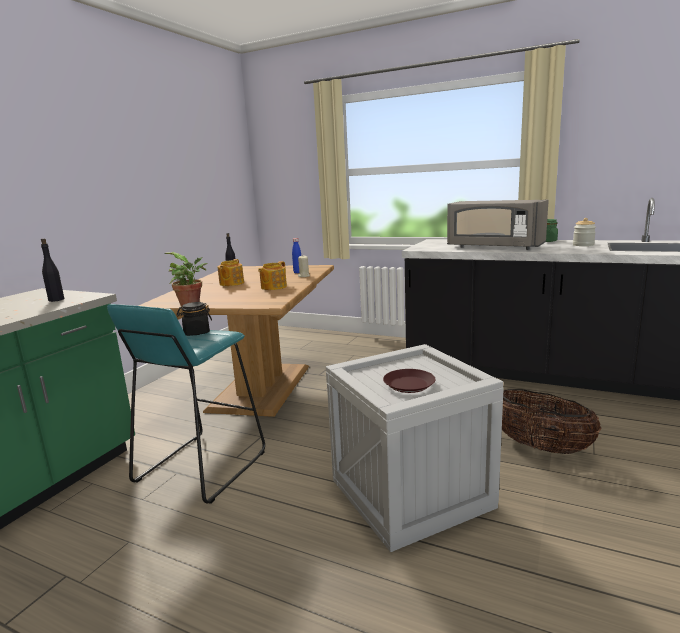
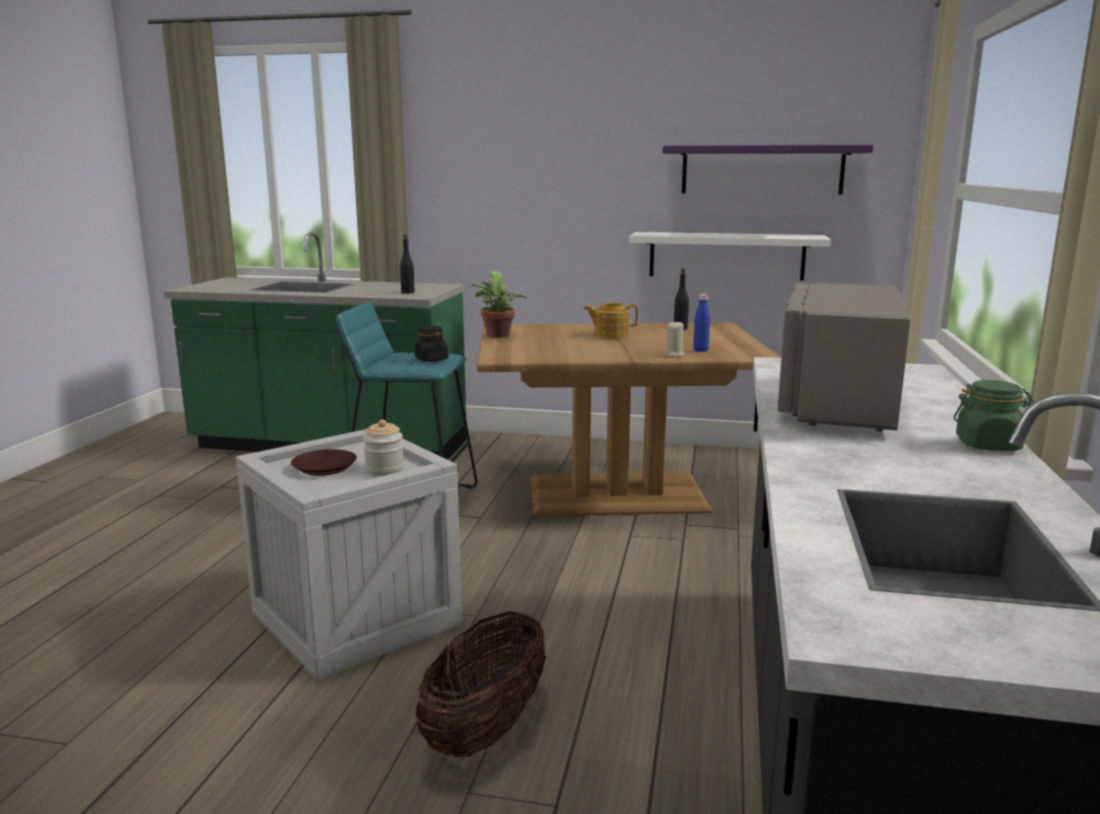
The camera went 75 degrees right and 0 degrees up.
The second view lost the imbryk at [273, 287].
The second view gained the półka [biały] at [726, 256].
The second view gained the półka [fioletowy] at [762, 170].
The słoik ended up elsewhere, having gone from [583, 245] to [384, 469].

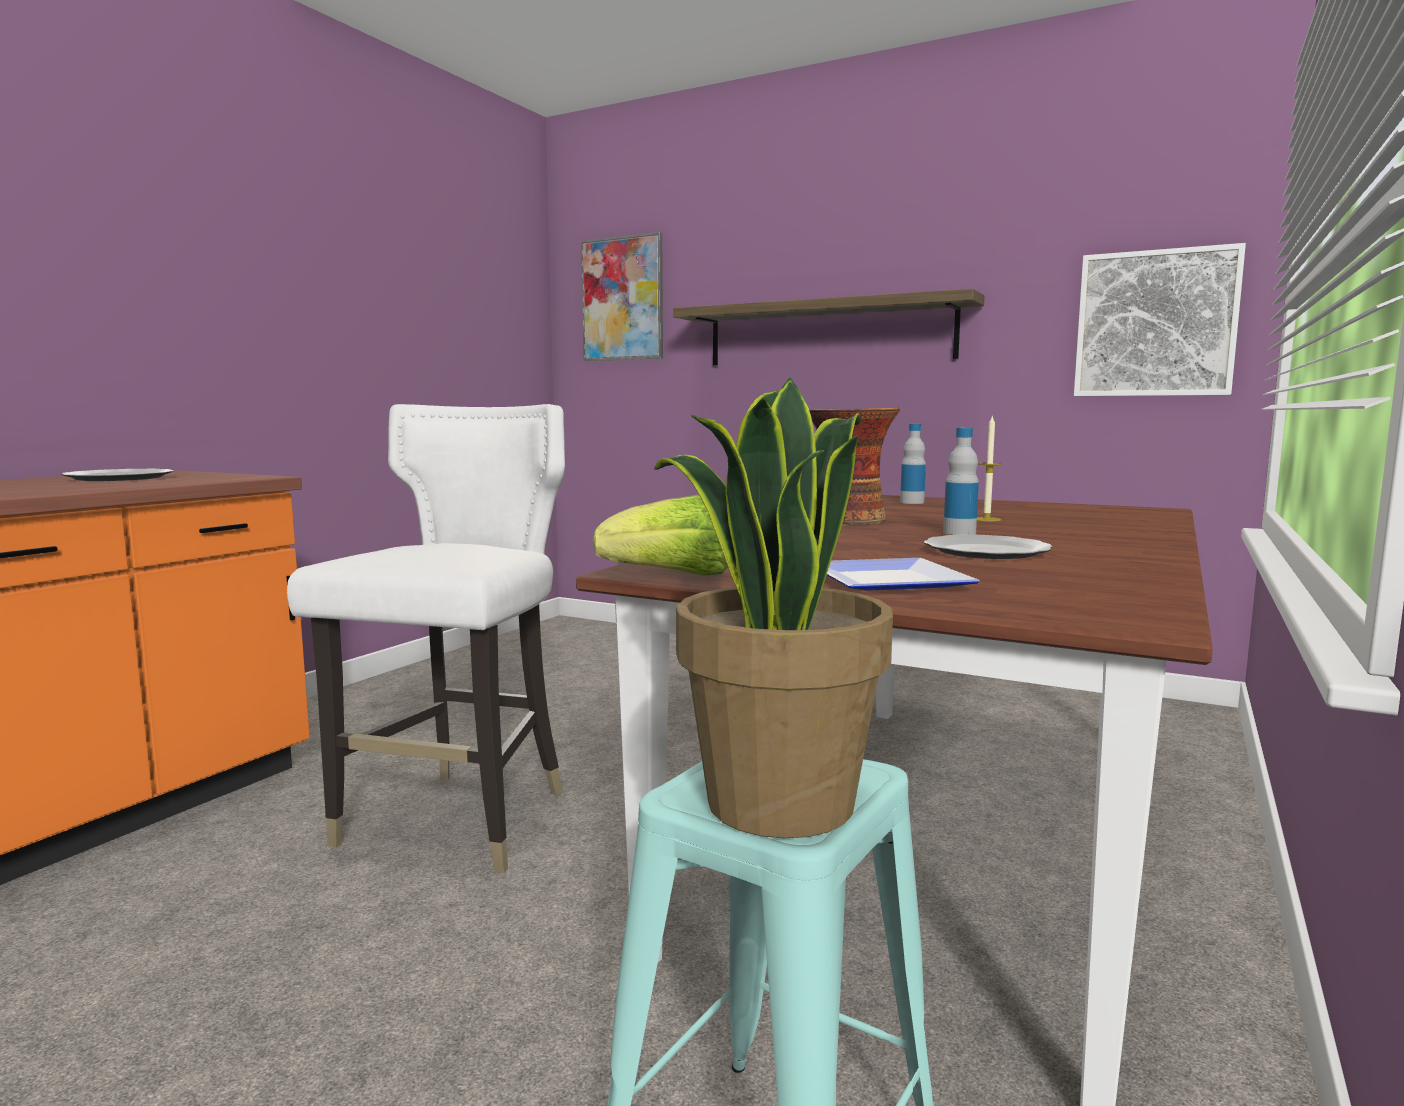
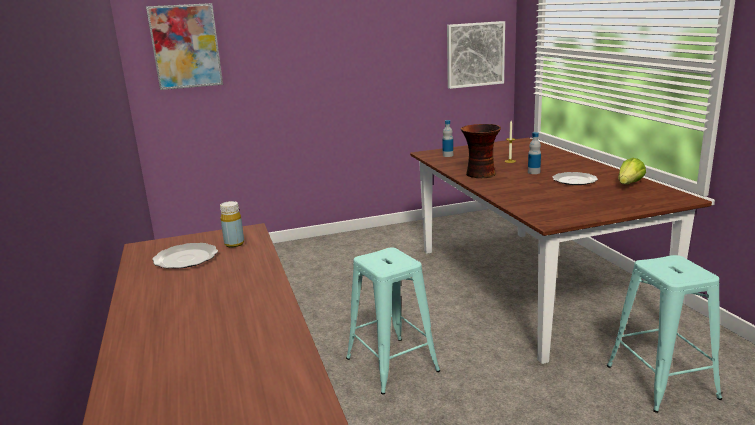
The camera went 45 degrees left and 10 degrees up.
The second view lost the roślina doniczkowa at [777, 803].
The second view lost the półka at [828, 333].
The second view lost the talerz at [882, 580].
The second view gained the butelka [żółty] at [234, 244].
The sałata ended up elsewhere, having gone from [673, 576] to [629, 184].
Where the krzesło [biały] stood at [459, 822], the stołek [turkusowy] came to stand at [392, 364].

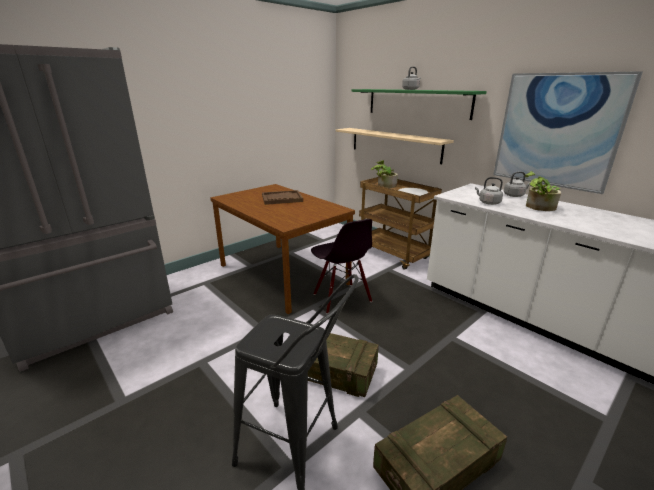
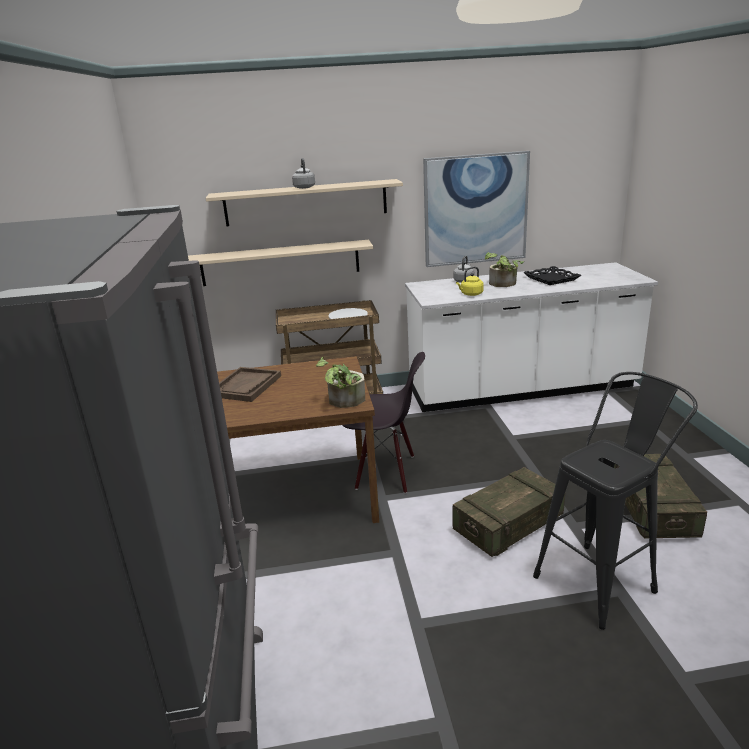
The camera went 55 degrees left and 0 degrees up.
The second view gained the taca [czarny] at [551, 279].
The roślina doniczkowa ended up elsewhere, having gone from [384, 185] to [343, 401].
What was the półka [zielony] at [417, 103] turned into the półka [beżowy] at [306, 202].
What was the czajnik [szary] at [488, 203] turned into the czajnik [żółty] at [470, 294].

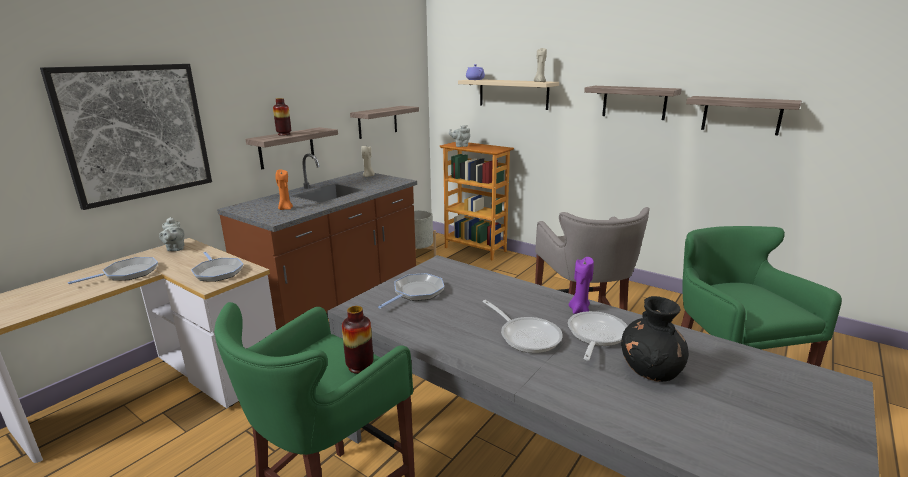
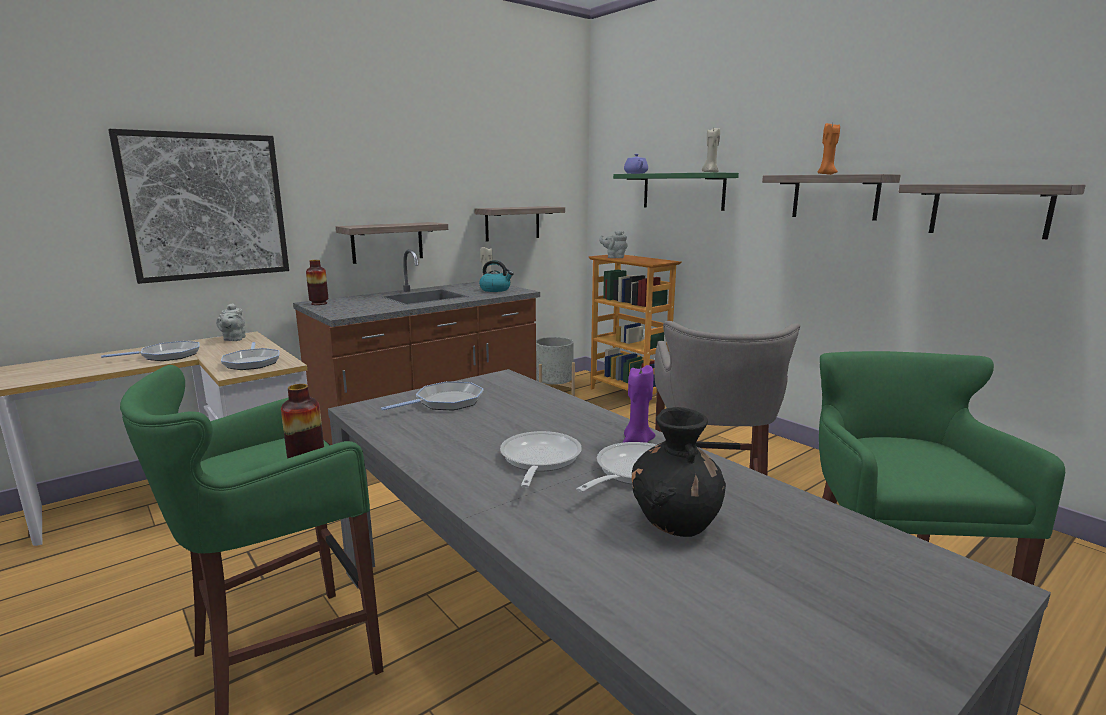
The camera went 15 degrees right and 5 degrees down.
The second view gained the czajnik at [495, 290].
The wazon ended up elsewhere, having gone from [284, 134] to [319, 303].
The świeca [pomarańczowy] ended up elsewhere, having gone from [285, 208] to [826, 174].
What was the półka [beżowy] at [513, 94] turned into the półka [zielony] at [683, 191].
The patelnia at [526, 336] ended up facing another way, 150 degrees counterclockwise from before.

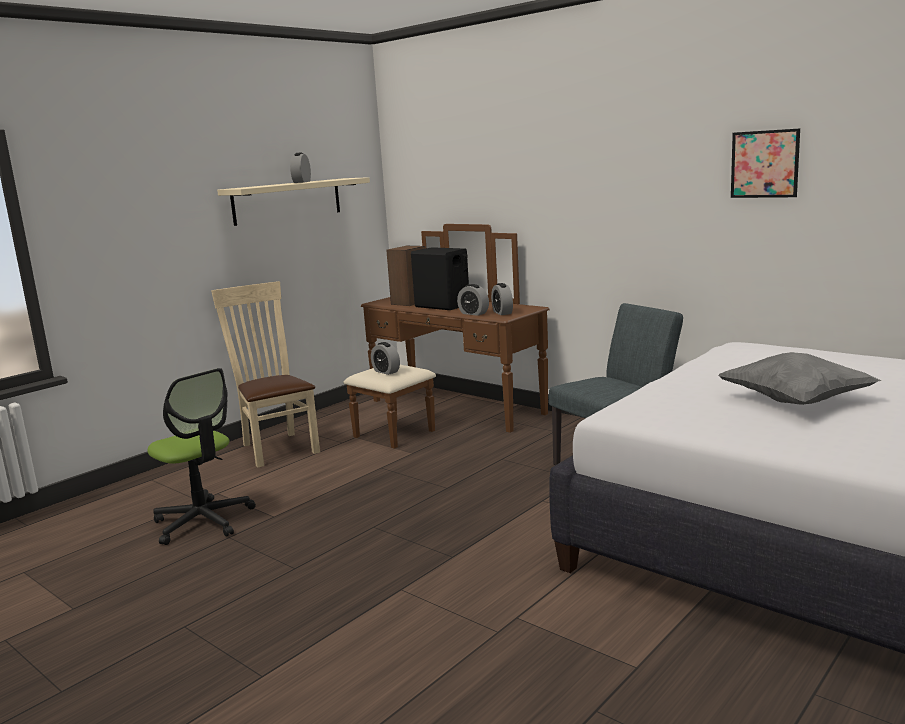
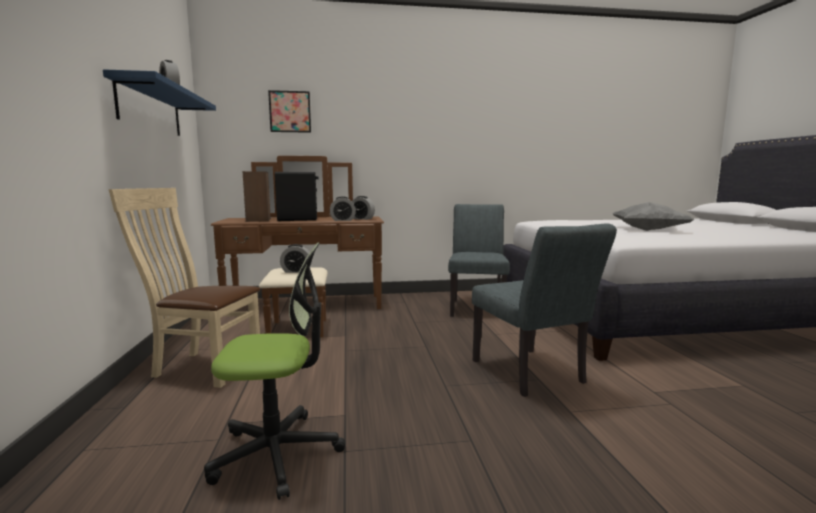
The camera went 50 degrees left and 5 degrees down.
The second view gained the krzesło [szary] at [532, 375].
The obraz ended up elsewhere, having gone from [764, 164] to [290, 111].
What was the półka [beżowy] at [287, 201] turned into the półka [niebieski] at [150, 109].

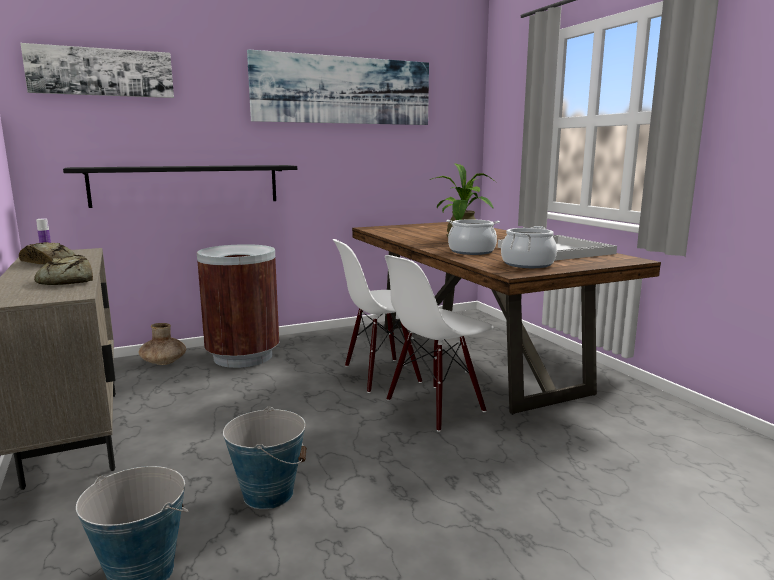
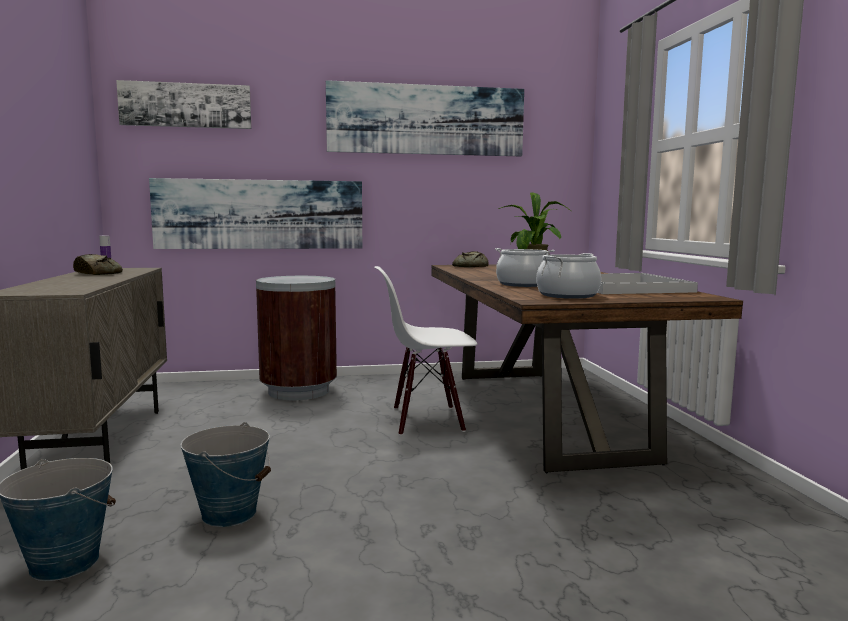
The camera went 15 degrees right and 5 degrees down.
The second view lost the wazon [brązowy] at [164, 362].
The second view lost the krzesło [biały] at [435, 406].
The chleb ended up elsewhere, having gone from [66, 281] to [469, 267].
Where the półka [czarny] hung at [186, 185], the obraz came to hang at [260, 214].

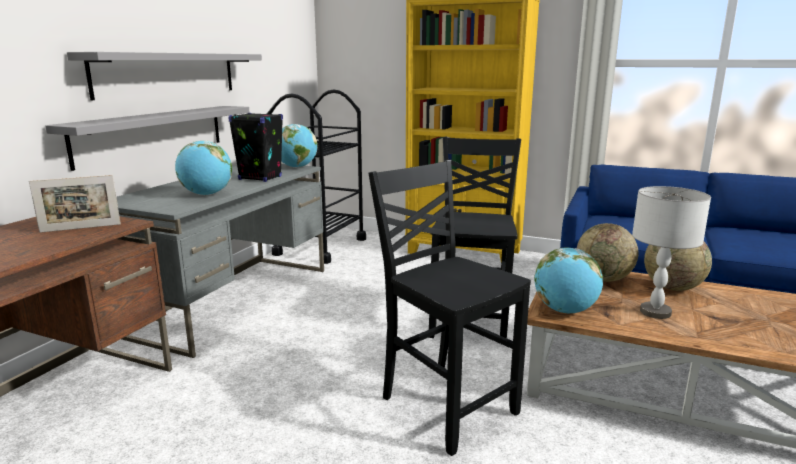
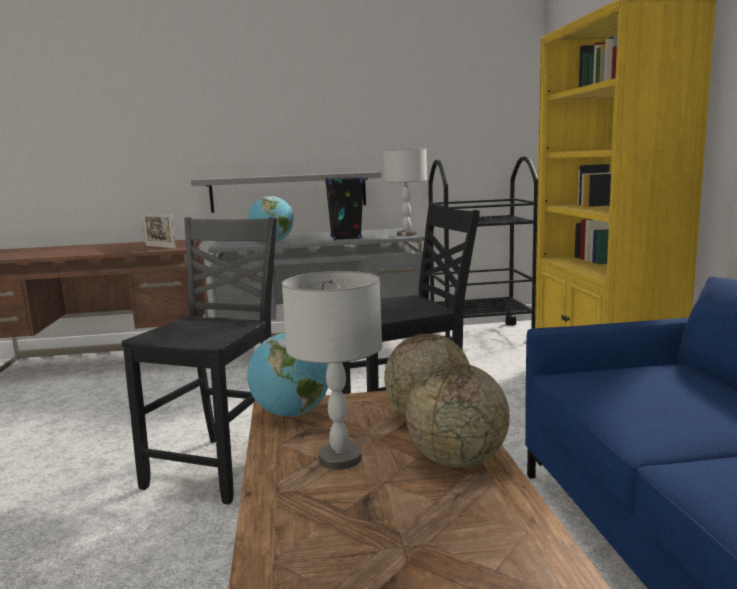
The camera went 60 degrees right and 5 degrees down.
The second view lost the półka [szary] at [168, 74].
Where the globus stood at [296, 167], the lampa stołowa [szary] came to stand at [406, 235].

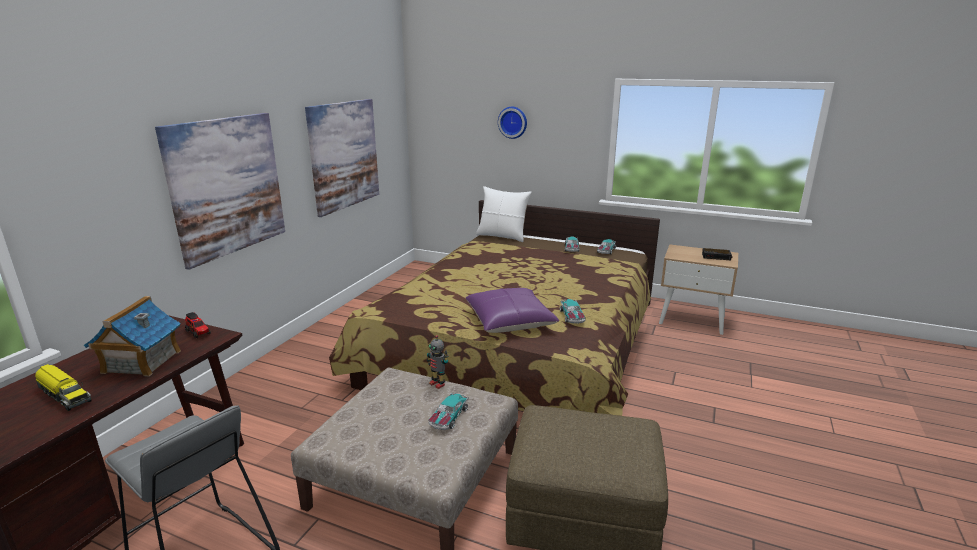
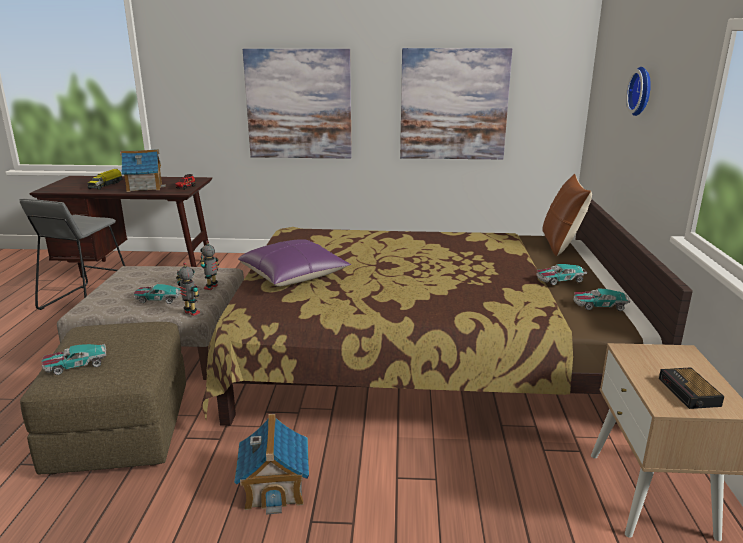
The camera went 70 degrees right and 0 degrees up.
The second view gained the robot zabawkowy at [191, 313].
The second view gained the domek at [275, 487].
The samochodzik ended up elsewhere, having gone from [572, 316] to [76, 365].
What was the poduszka [biały] at [502, 236] turned into the poduszka [brązowy] at [560, 244].

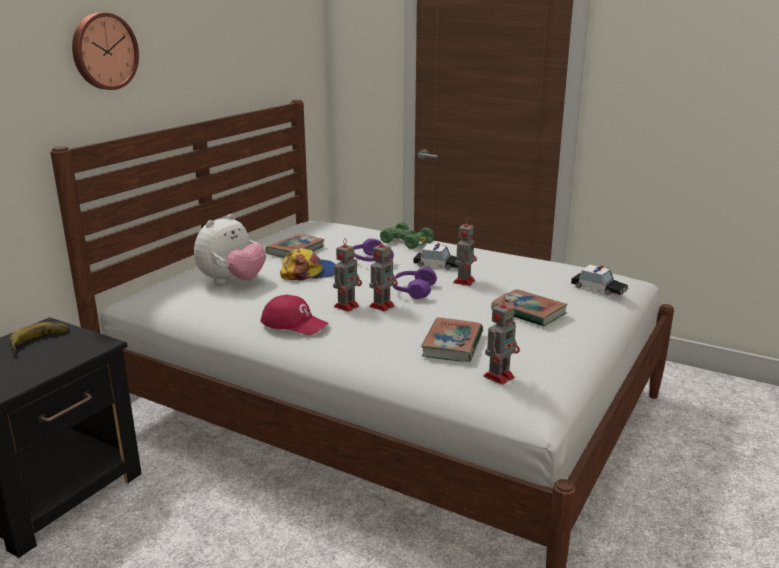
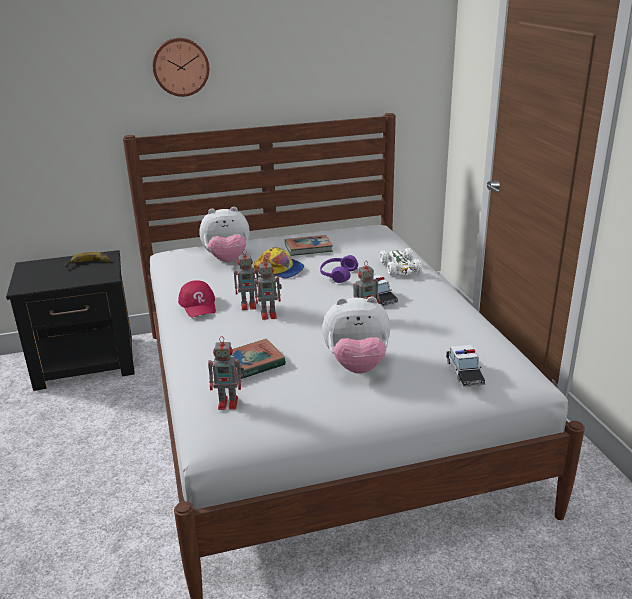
The camera went 45 degrees right and 5 degrees up.
The second view lost the słuchawki [fioletowy] at [413, 291].
Where the książka stood at [528, 312], the pluszak came to stand at [357, 365].
What was the samochodzik [zielony] at [407, 242] turned into the samochodzik [biały] at [400, 268].

